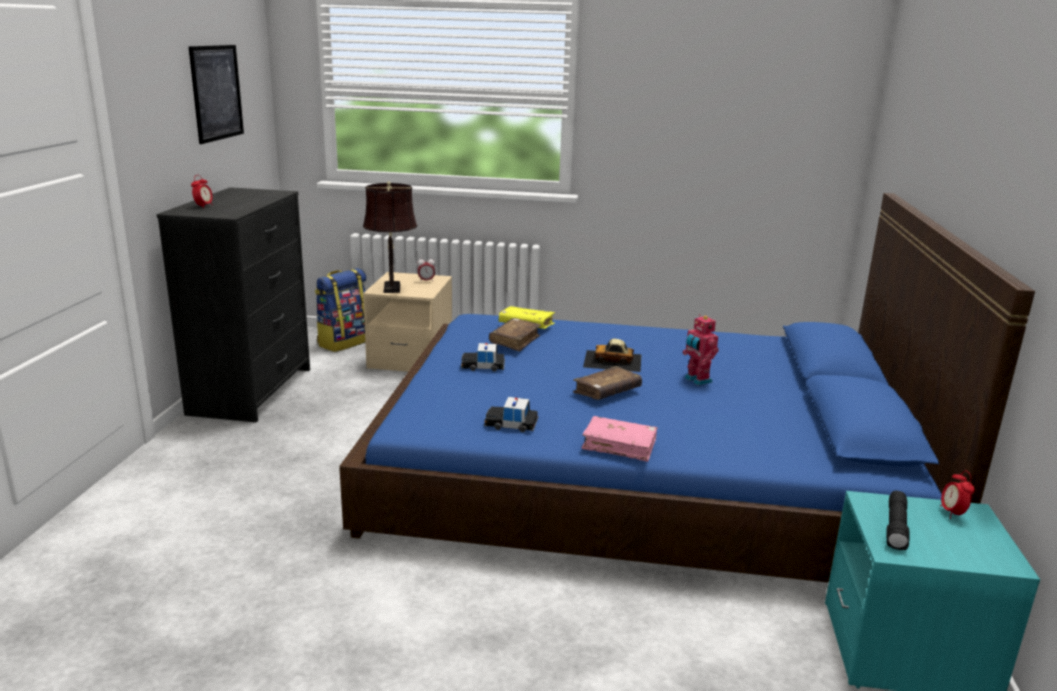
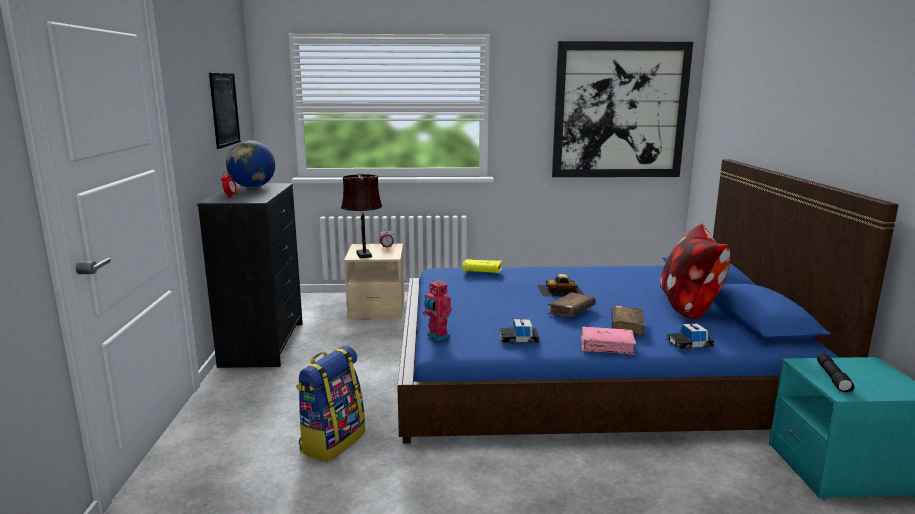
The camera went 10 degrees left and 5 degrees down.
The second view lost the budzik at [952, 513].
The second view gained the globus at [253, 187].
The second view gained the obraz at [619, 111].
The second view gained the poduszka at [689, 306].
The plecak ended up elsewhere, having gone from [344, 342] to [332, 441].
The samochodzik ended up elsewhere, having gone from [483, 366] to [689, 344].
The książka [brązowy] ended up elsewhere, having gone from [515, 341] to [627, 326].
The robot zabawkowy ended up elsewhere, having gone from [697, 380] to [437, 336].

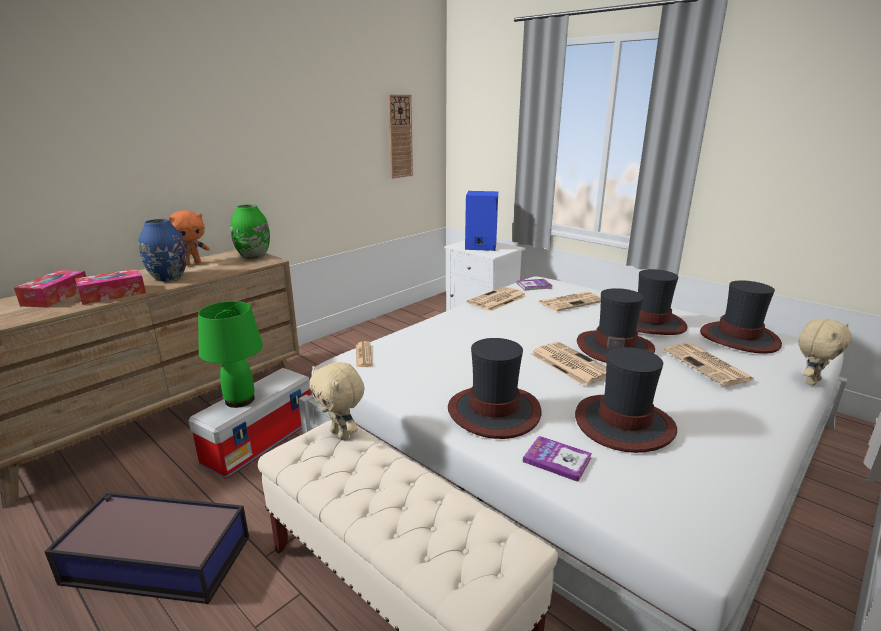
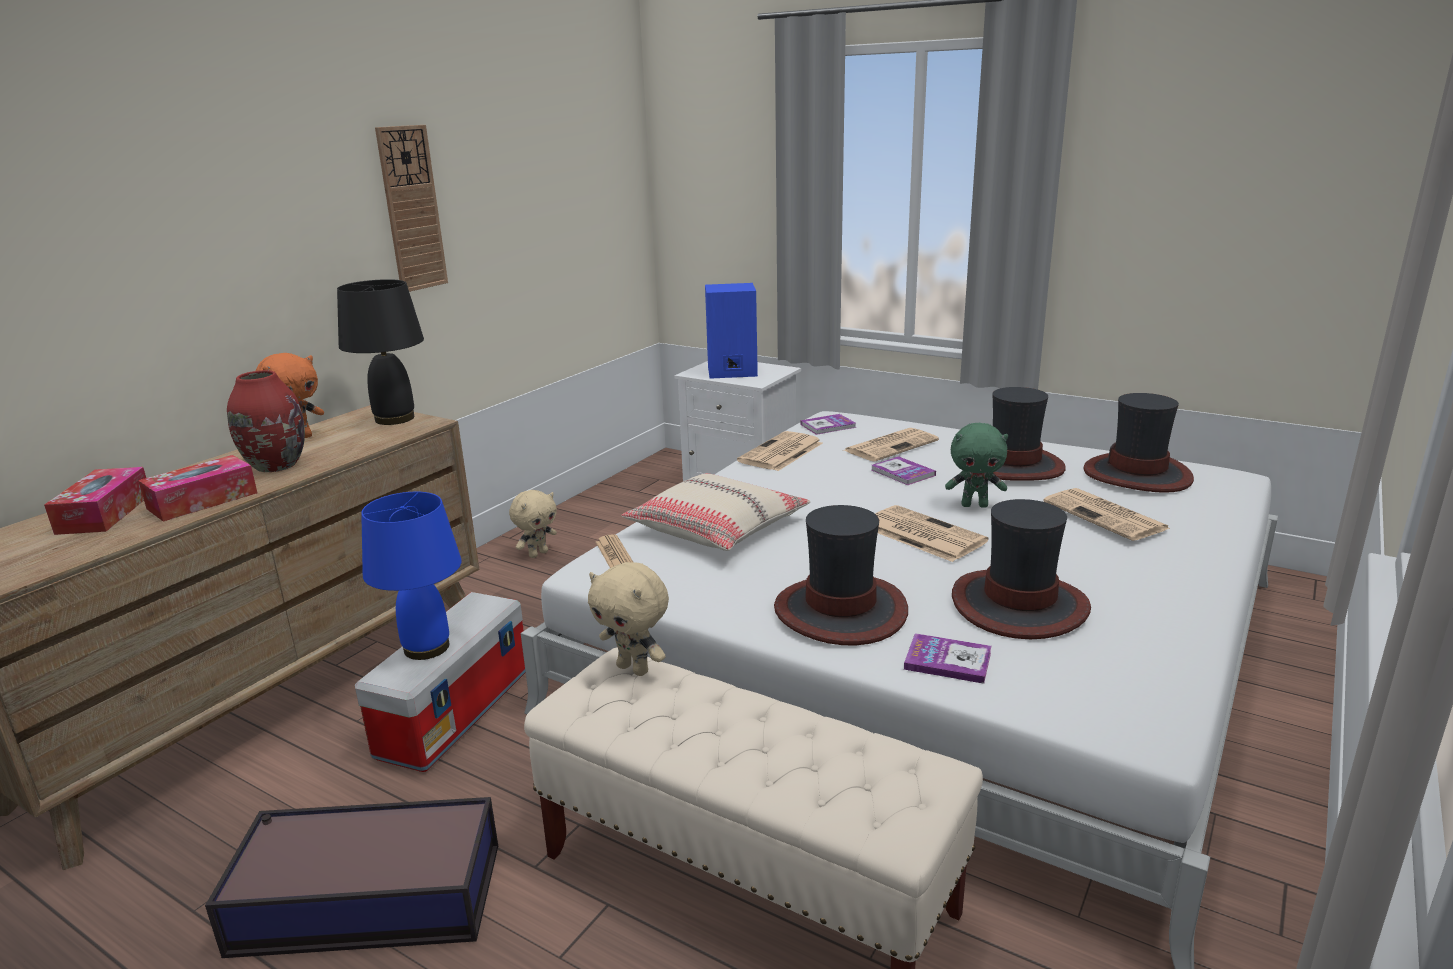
The camera went 10 degrees left and 0 degrees up.
The second view gained the poduszka [beżowy] at [717, 528].
The second view gained the książka at [902, 472].
The zegar ścienny ended up elsewhere, having gone from [400, 136] to [411, 209].
The pluszak [beżowy] ended up elsewhere, having gone from [811, 381] to [538, 554].
Where the wazon [zielony] stood at [253, 257], the lampa stołowa [czarny] came to stand at [394, 419].
Where the kapelusz stood at [614, 347], the pluszak [zielony] came to stand at [975, 505].
What was the wazon [niebieski] at [168, 277] turned into the wazon [czerwony] at [275, 465].
What was the lampa stołowa [zielony] at [239, 400] turned into the lampa stołowa [niebieski] at [425, 648].

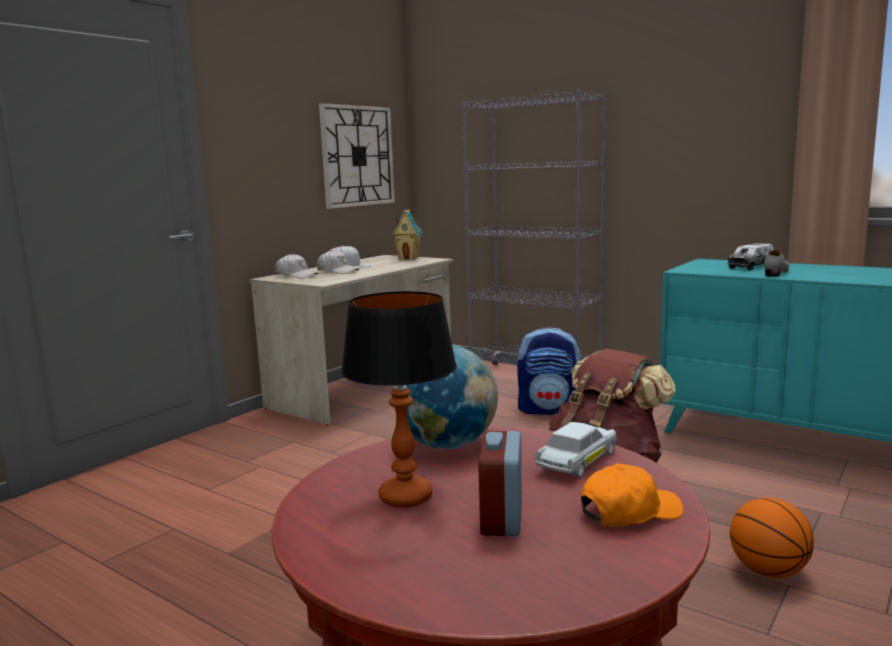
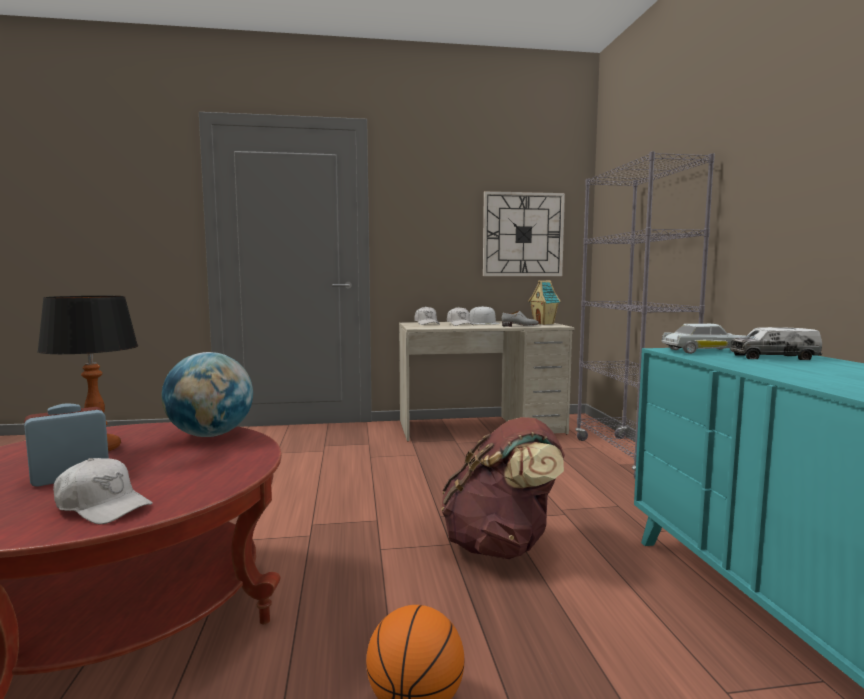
The camera went 45 degrees right and 5 degrees down.
The second view lost the plecak at [550, 410].
The samochodzik [biały] ended up elsewhere, having gone from [577, 461] to [703, 351].
The but [szary] ended up elsewhere, having gone from [776, 273] to [520, 326].
What was the czapka z daszkiem [pomarańczowy] at [629, 512] turned into the czapka z daszkiem [biały] at [103, 506].

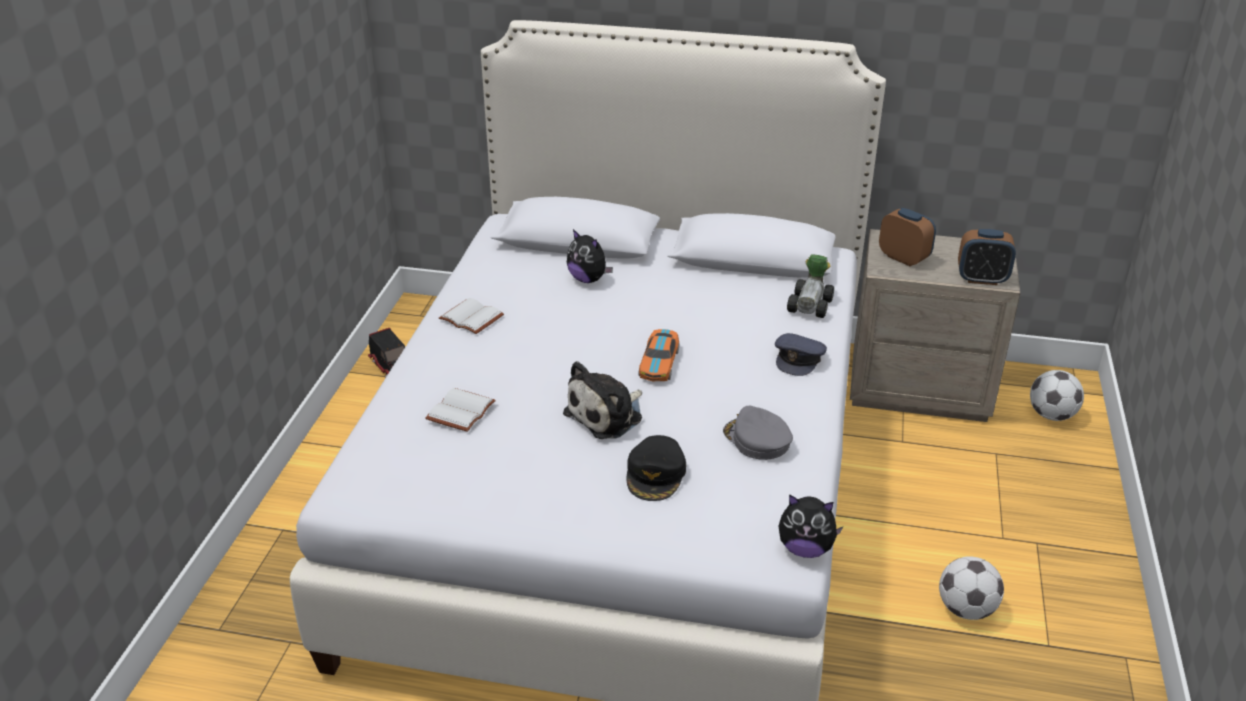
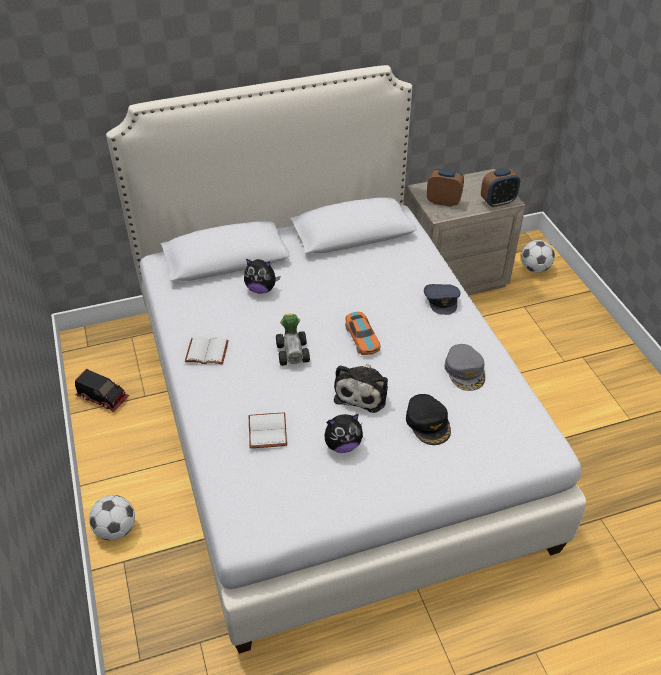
The camera went 30 degrees left and 10 degrees up.
The pluszak ended up elsewhere, having gone from [805, 549] to [342, 445].
The samochodzik ended up elsewhere, having gone from [812, 304] to [293, 351].
The piłka futbolowa ended up elsewhere, having gone from [966, 609] to [116, 529].
The czapka z daszkiem [szary] at [757, 439] ended up facing another way, 120 degrees counterclockwise from before.

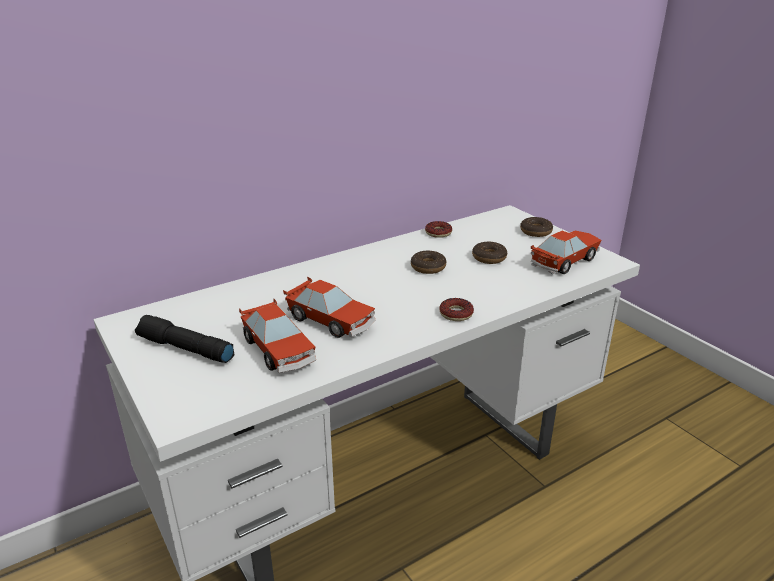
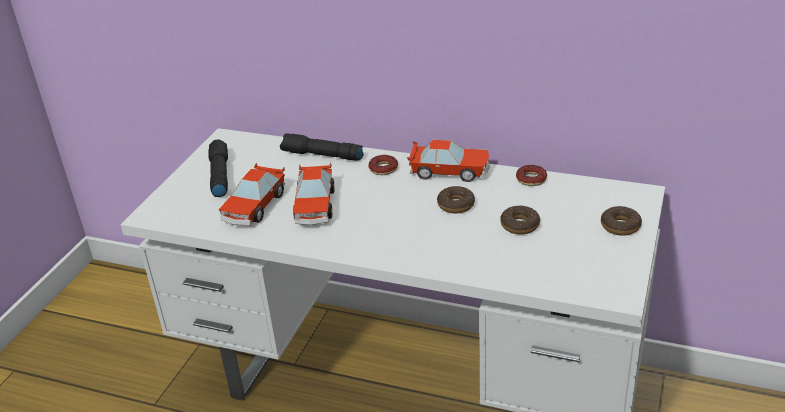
The camera went 55 degrees right and 5 degrees up.
The second view gained the latarka [czarny] at [321, 155].
The donut ended up elsewhere, having gone from [456, 314] to [383, 168].
The samochodzik ended up elsewhere, having gone from [564, 261] to [450, 171].

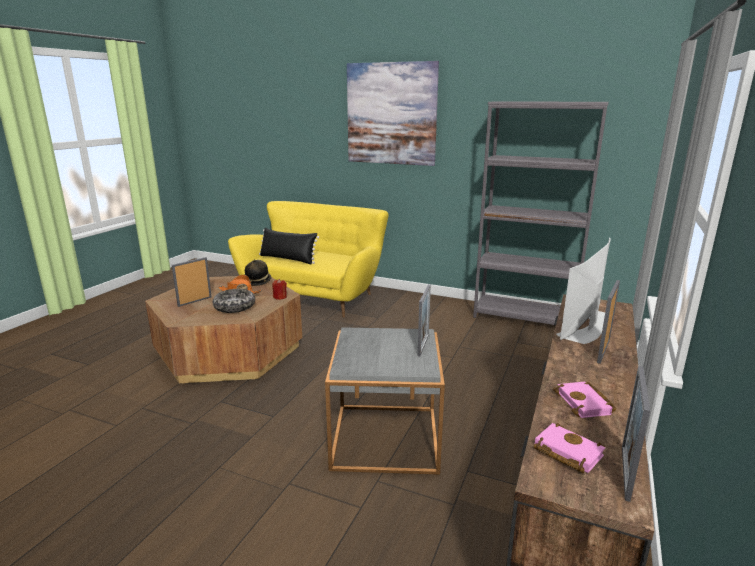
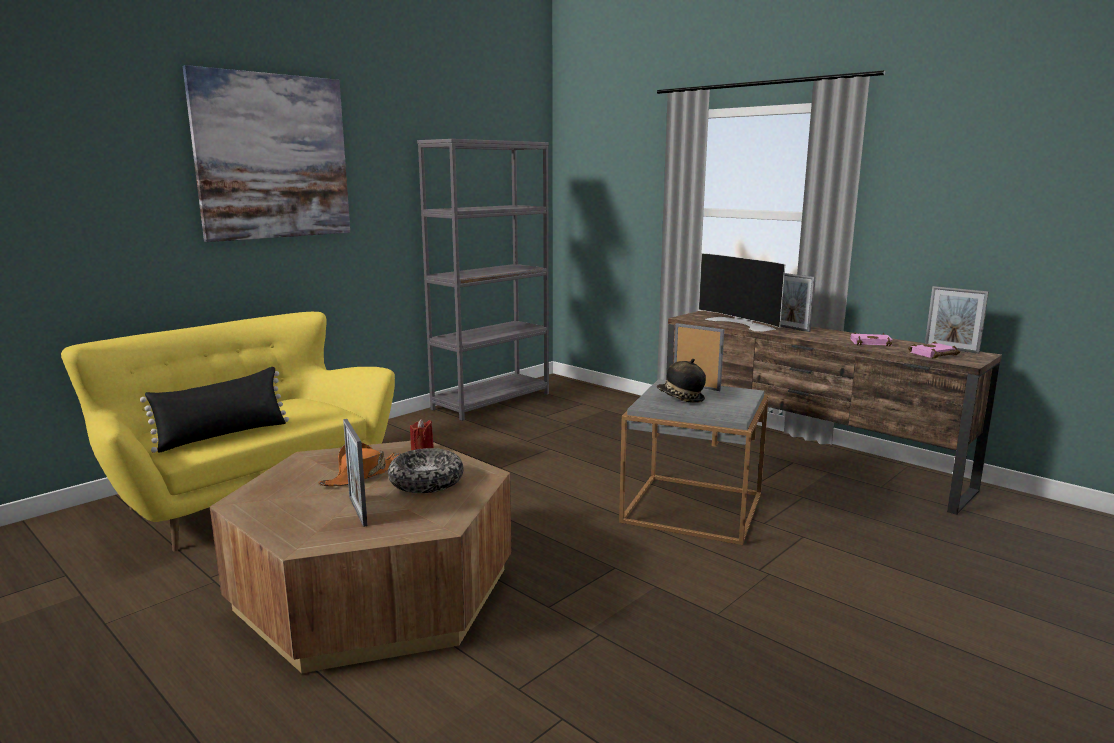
The camera went 70 degrees left and 5 degrees down.
The kapelusz ended up elsewhere, having gone from [257, 281] to [680, 398].

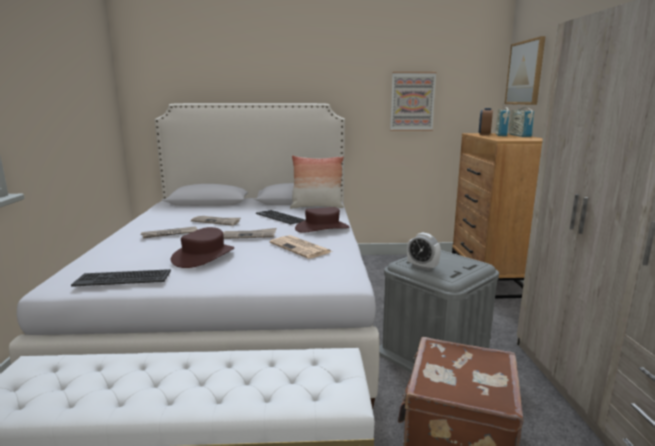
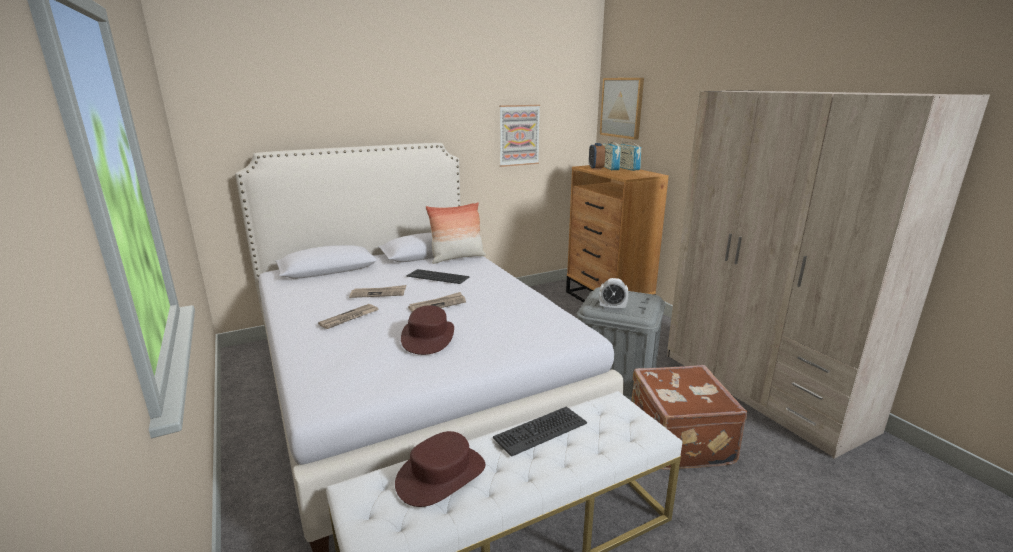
The camera went 25 degrees left and 5 degrees up.
The second view lost the gazeta at [301, 248].
The klawiatura ended up elsewhere, having gone from [123, 278] to [540, 430].
The kapelusz [brązowy] ended up elsewhere, having gone from [322, 228] to [441, 475].

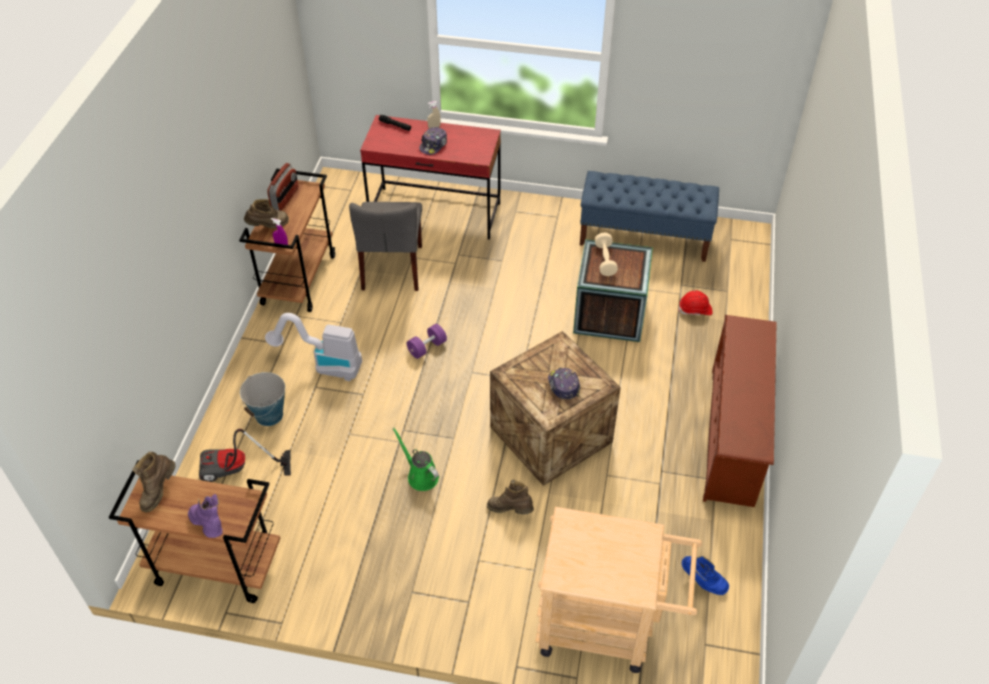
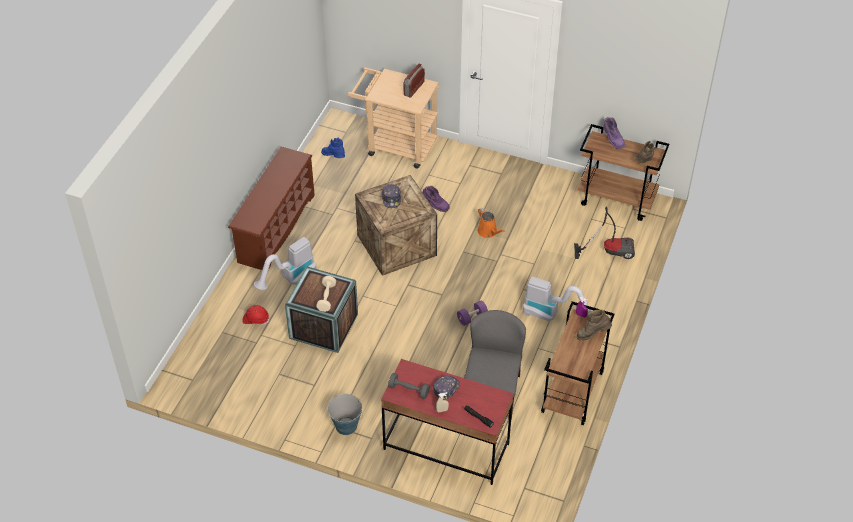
The camera went 170 degrees left and 0 degrees up.
The second view lost the ławka [niebieski] at [644, 237].
The second view gained the odkurzacz at [290, 280].
The second view gained the hantel [szary] at [409, 390].
The wiadro ended up elsewhere, having gone from [269, 415] to [346, 426].
The radio ended up elsewhere, having gone from [285, 198] to [413, 88].
What was the konewka [zielony] at [420, 475] turned into the konewka [pomarańczowy] at [488, 232].
What was the but z cholewką [brązowy] at [510, 510] turned into the but z cholewką [fioletowy] at [435, 205].

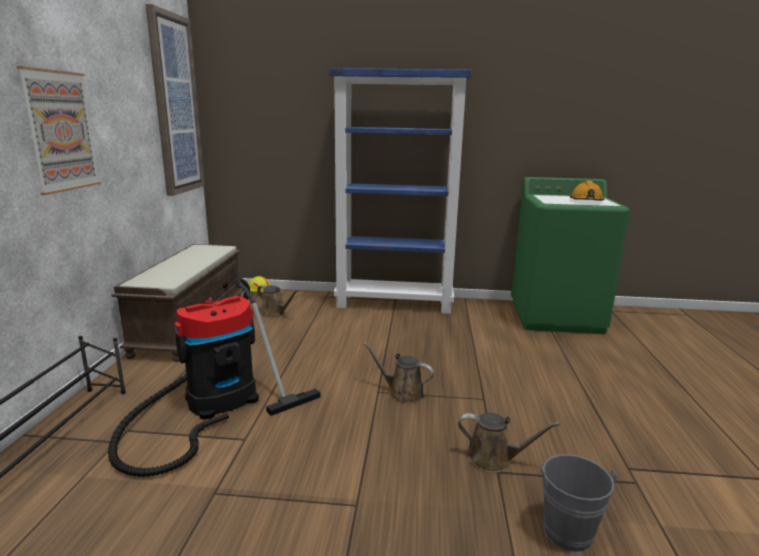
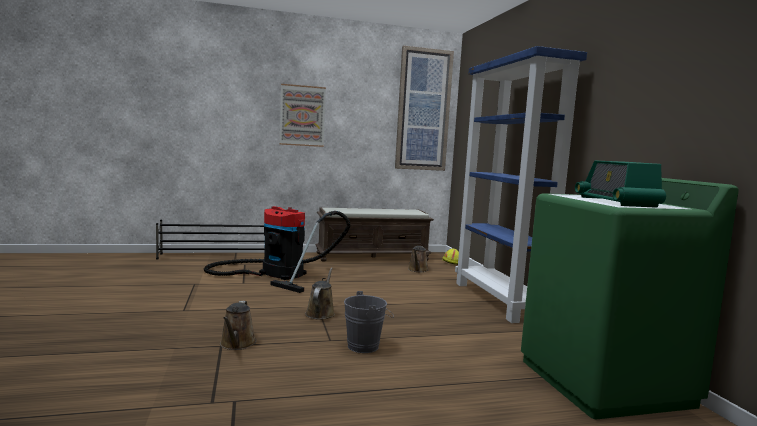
The camera went 70 degrees right and 10 degrees down.
The wiadro [szary] ended up elsewhere, having gone from [566, 528] to [366, 346].
Where the kask [pomarańczowy] stood at [586, 201], the radio came to stand at [616, 202].

